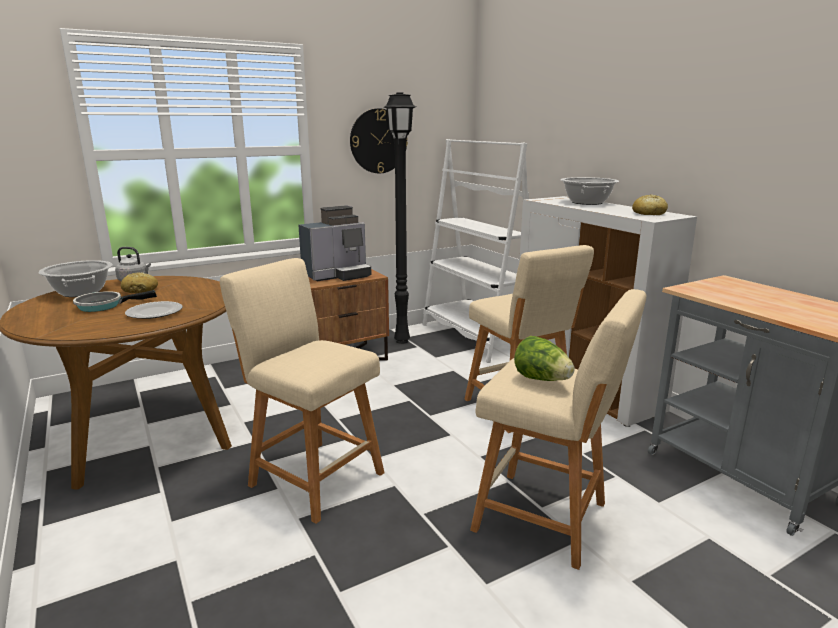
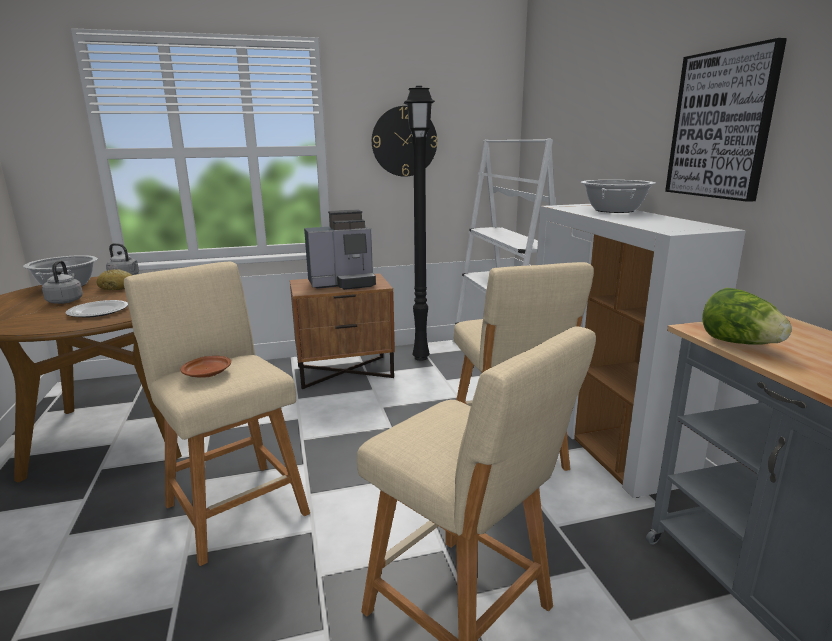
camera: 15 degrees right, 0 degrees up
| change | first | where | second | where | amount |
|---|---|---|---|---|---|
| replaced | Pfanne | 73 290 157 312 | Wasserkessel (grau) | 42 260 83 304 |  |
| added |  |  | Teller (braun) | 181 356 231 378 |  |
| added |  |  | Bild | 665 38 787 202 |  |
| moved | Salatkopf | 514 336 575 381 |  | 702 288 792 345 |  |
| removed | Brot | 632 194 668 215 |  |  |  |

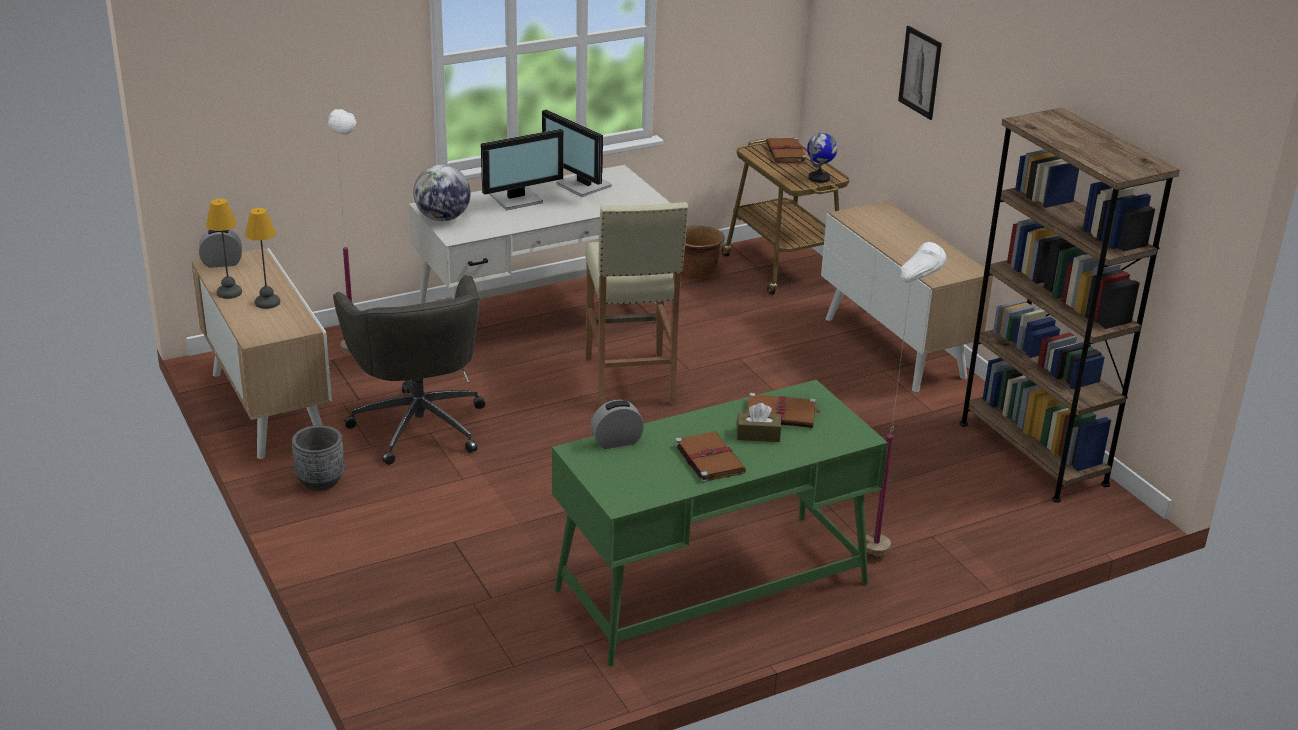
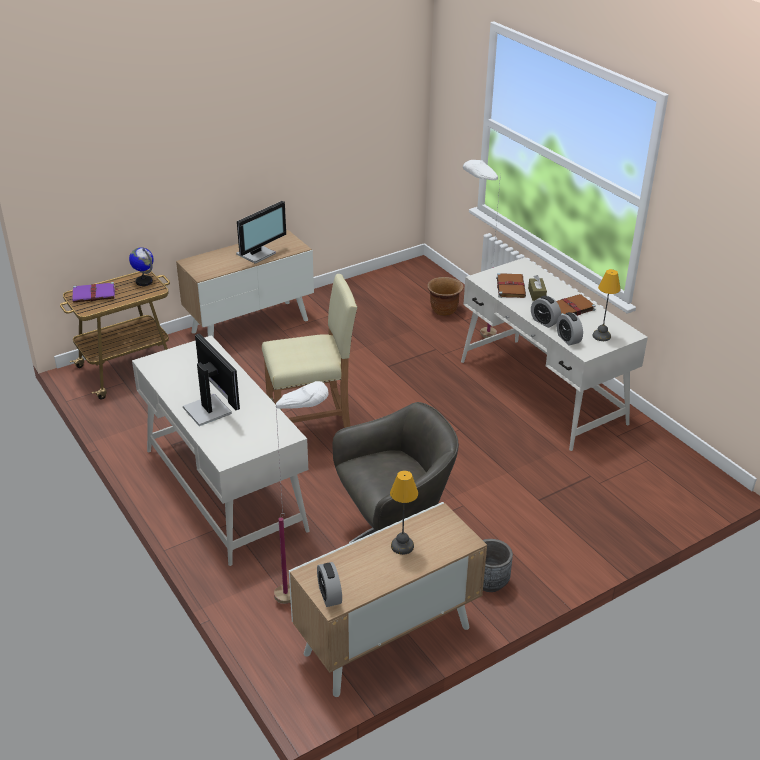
camera: 95 degrees left, 5 degrees up
| change | first | where | second | where | amount |
|---|---|---|---|---|---|
| recoloured | Buch (braun) | 766 138 807 164 | Buch (lila) | 72 282 118 303 |  |
| moved | Monitor | 542 110 612 197 |  | 236 201 286 264 |  |
| moved | Pflanzkübel (braun) | 683 225 724 279 |  | 427 277 464 316 |  |
| recoloured | Schreibtisch (grün) | 552 380 888 666 | Schreibtisch (weiß) | 461 257 648 451 |  |
| added |  |  | Wecker | 531 296 561 328 |  |
| moved | Tischlampe | 206 198 242 299 |  | 592 269 621 341 |  |
| removed | Globus | 414 165 471 221 |  |  |  |
| removed | Bild | 898 26 942 120 |  |  |  |
| removed | Bücherregal (braun) | 960 108 1180 503 |  |  |  |

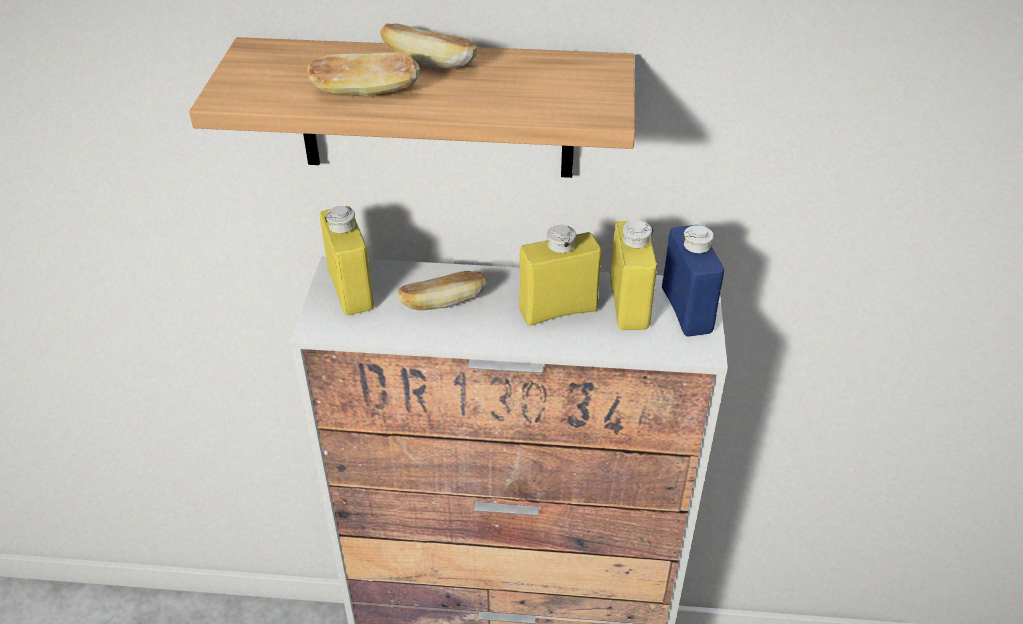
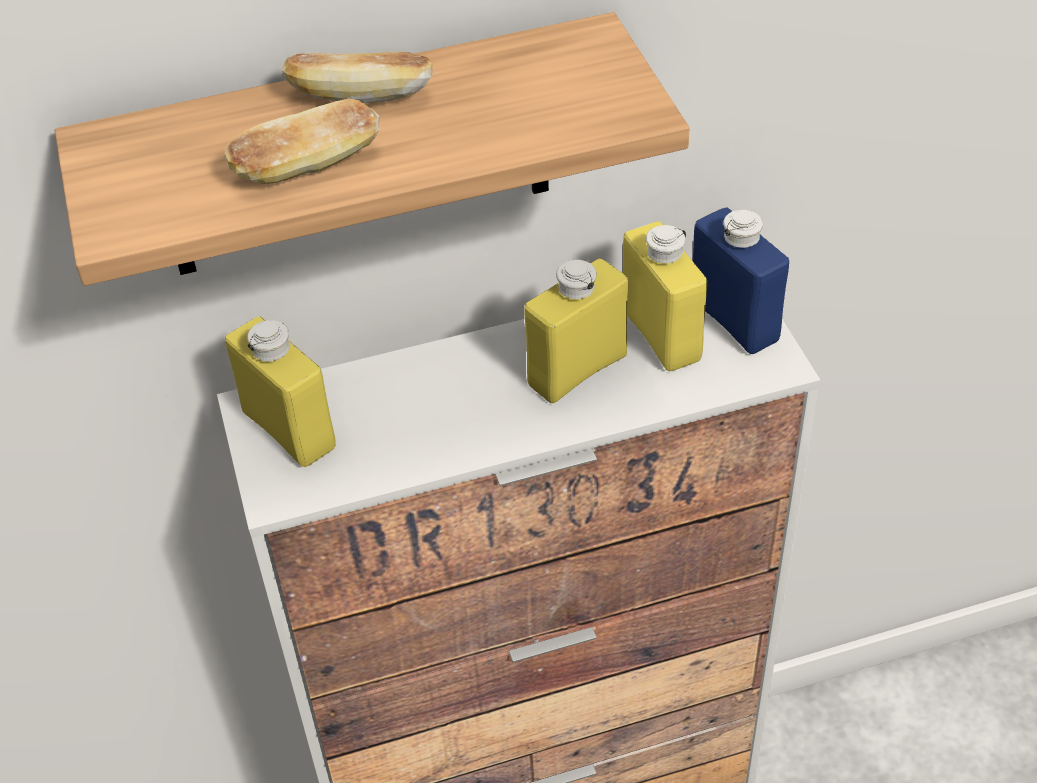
camera: 20 degrees left, 5 degrees up
| change | first | where | second | where | amount |
|---|---|---|---|---|---|
| removed | Brot | 396 271 487 310 |  |  |  |

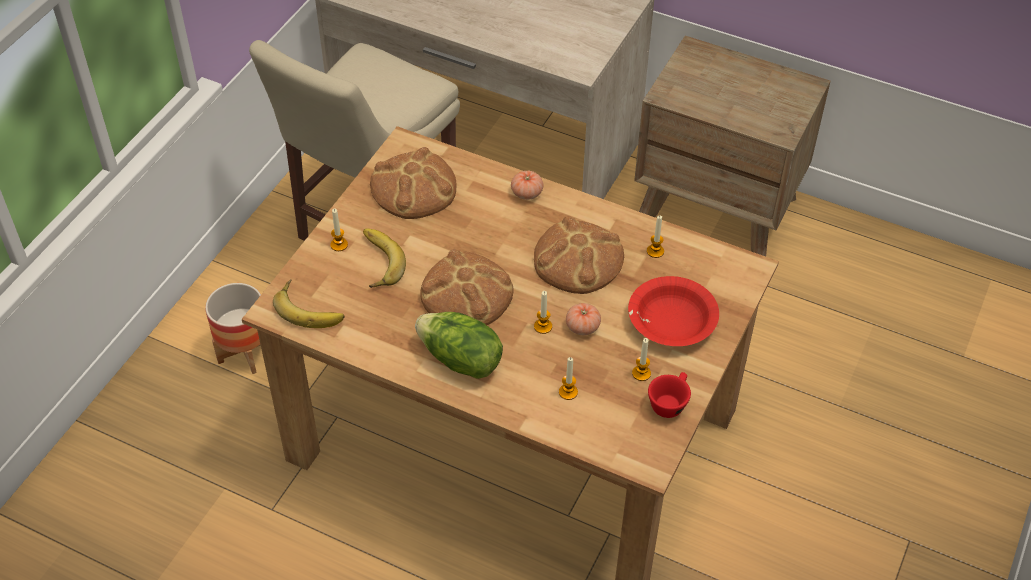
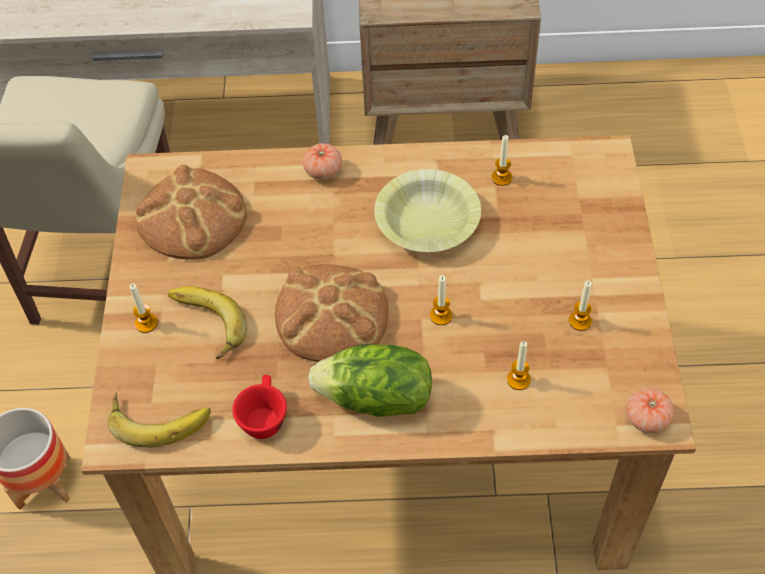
camera: 25 degrees left, 5 degrees up
| change | first | where | second | where | amount |
|---|---|---|---|---|---|
| moved | Tasse (rot) | 648 372 691 418 |  | 232 375 287 439 |  |
| replaced | Brot | 534 216 624 294 | Schüssel (gelb) | 374 169 481 252 |  |
| moved | Tomate | 566 303 601 335 |  | 626 388 675 433 |  |
| removed | Schüssel (rot) | 628 276 719 346 |  |  |  |

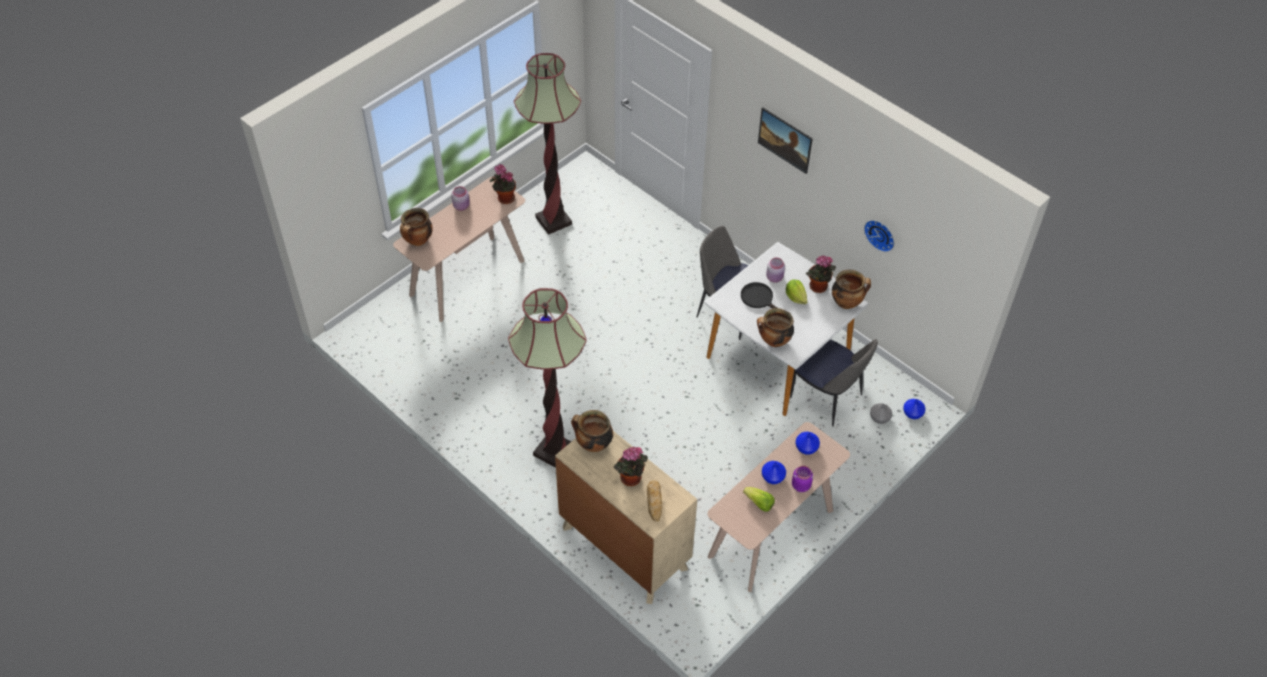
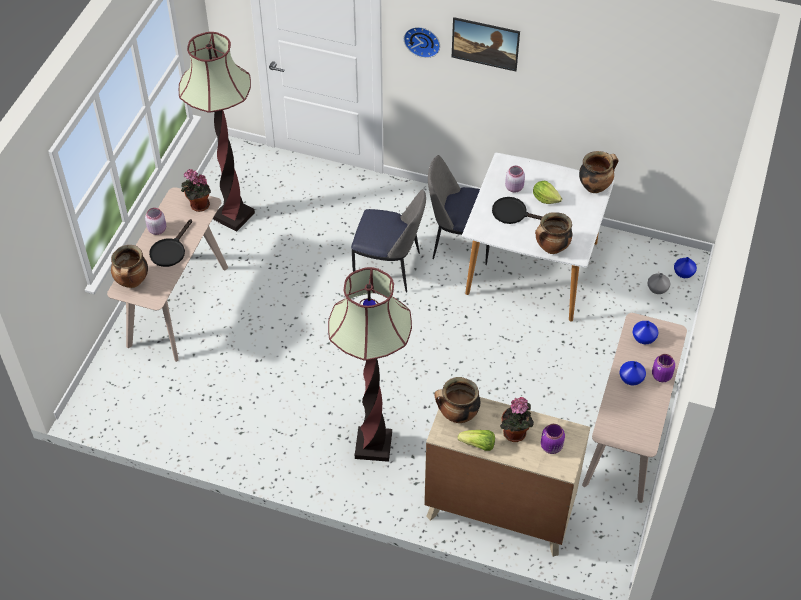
camera: 25 degrees left, 0 degrees up
| change | first | where | second | where | amount |
|---|---|---|---|---|---|
| added |  |  | Pfanne (schwarz) | 149 219 192 267 |  |
| moved | Stuhl | 790 339 878 427 |  | 351 189 426 293 |  |
| moved | Wanduhr | 864 220 894 252 |  | 404 27 440 58 |  |
| moved | Salatkopf | 743 487 775 512 |  | 458 430 495 451 |  |
| replaced | Brot | 647 481 663 522 | Vorratsglas (lila) | 541 424 565 454 |  |
| removed | Topfpflanze | 806 256 836 293 |  |  |  |

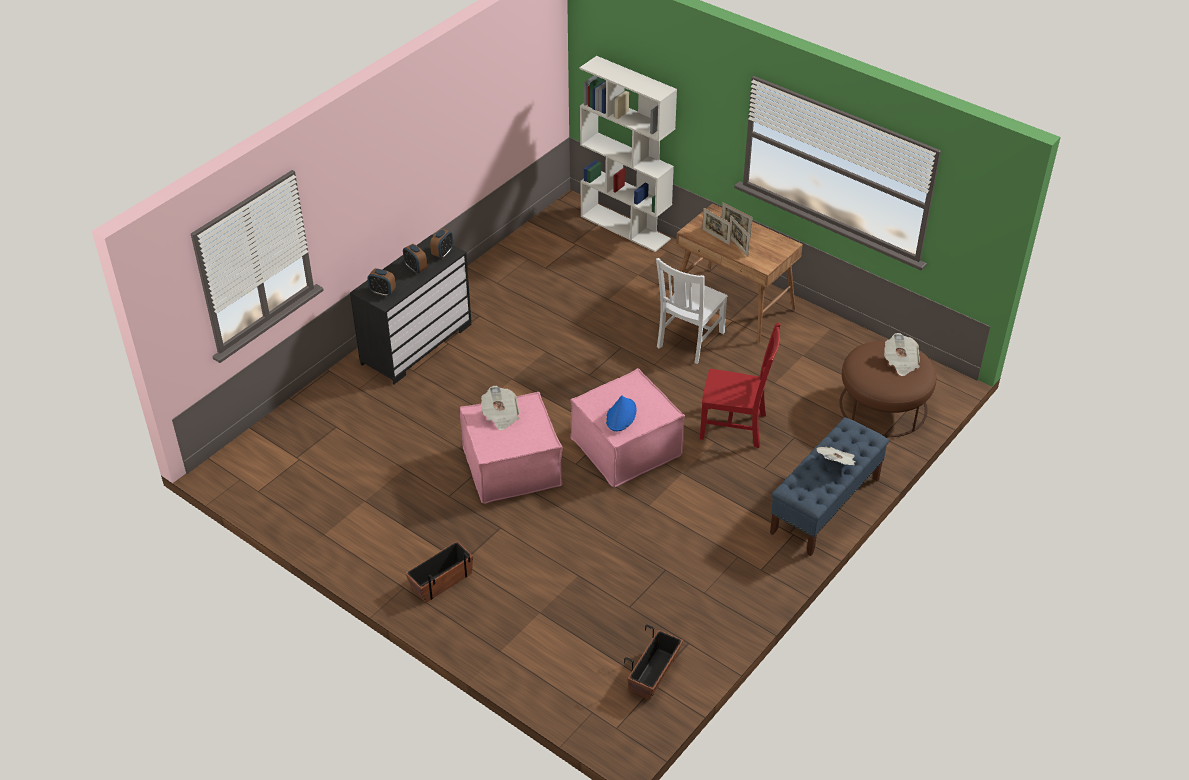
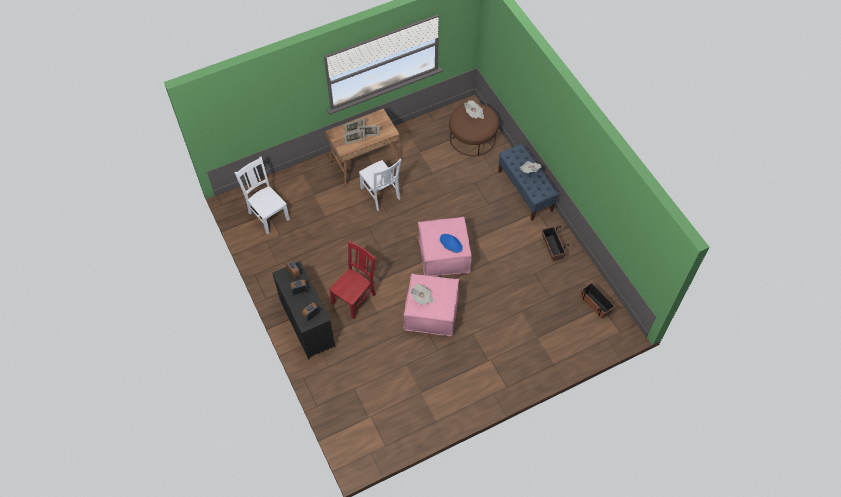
camera: 65 degrees left, 15 degrees up
| change | first | where | second | where | amount |
|---|---|---|---|---|---|
| added |  |  | Stuhl (weiß) | 235 157 290 234 |  |
| moved | Stuhl (rot) | 700 323 780 448 |  | 329 240 376 319 |  |
| moved | Pflanzkübel | 405 541 473 603 |  | 541 226 569 261 |  |
| removed | Bücherregal (weiß) | 580 56 677 252 |  |  |  |

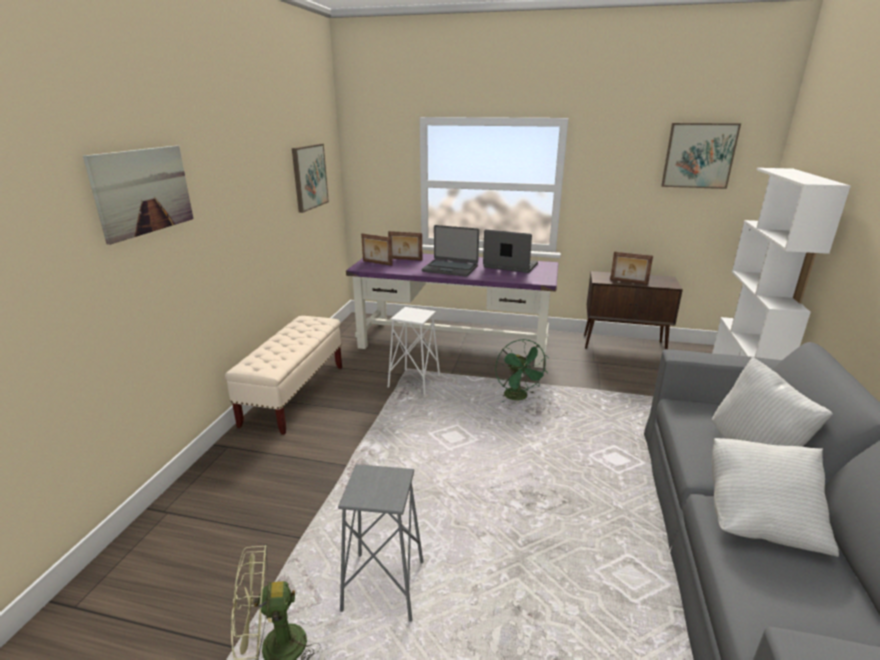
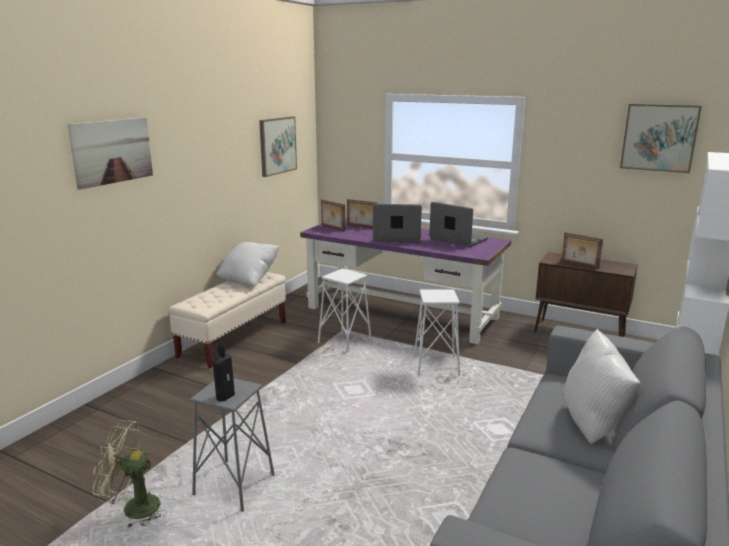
camera: 15 degrees right, 5 degrees down
| change | first | where | second | where | amount |
|---|---|---|---|---|---|
| added |  |  | Flasche (schwarz) | 213 343 235 401 |  |
| moved | Kissen (weiß) | 712 438 839 557 |  | 217 242 280 287 |  |
| turned | Laptop | 422 225 479 277 |  | 373 204 422 243 | 150 degrees clockwise |
| replaced | Ventilator (grün) | 495 339 549 403 | Hocker (weiß) | 414 289 460 376 |  |

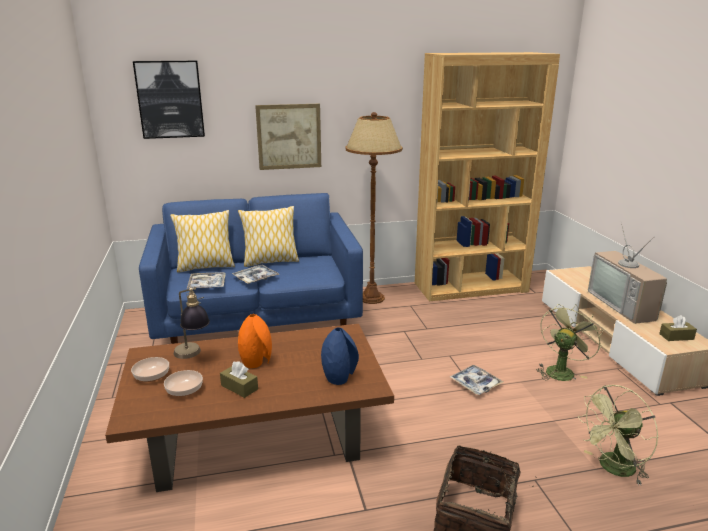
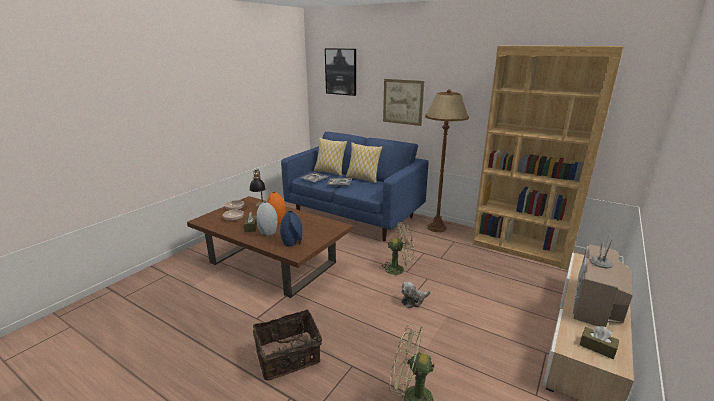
camera: 45 degrees right, 0 degrees up
| change | first | where | second | where | amount |
|---|---|---|---|---|---|
| added |  |  | Vase (grau) | 257 202 277 236 |  |
| moved | Ventilator (grün) | 536 304 603 381 |  | 381 222 415 279 |  |
| replaced | Tablett | 450 365 503 395 | Plüschtier | 401 281 430 308 |  |

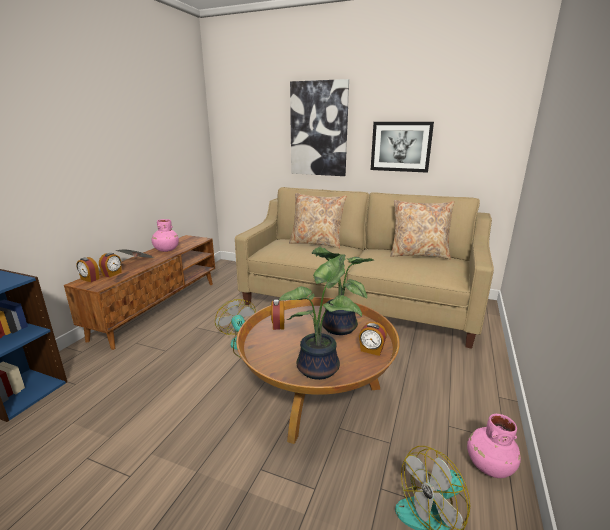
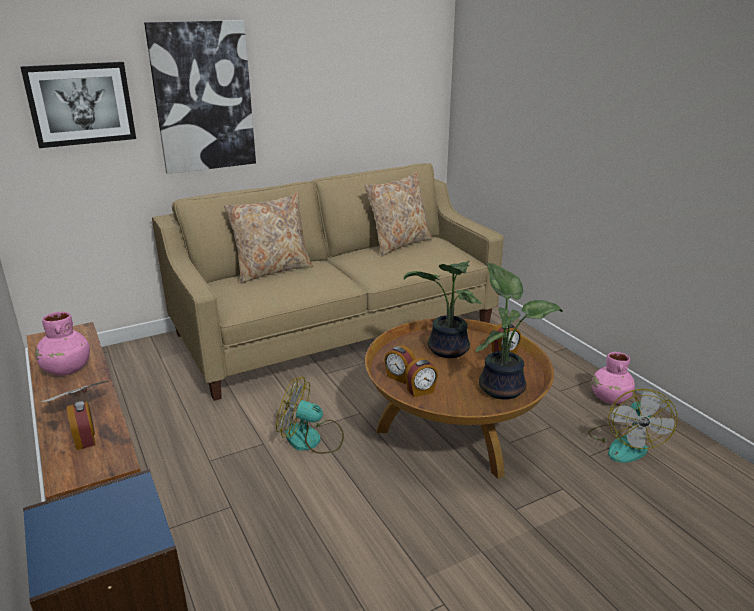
camera: 50 degrees left, 5 degrees up
| change | first | where | second | where | amount |
|---|---|---|---|---|---|
| moved | Bild | 371 122 434 173 |  | 20 62 136 148 |  |
| moved | Wecker | 76 257 99 282 |  | 405 358 438 397 |  |

